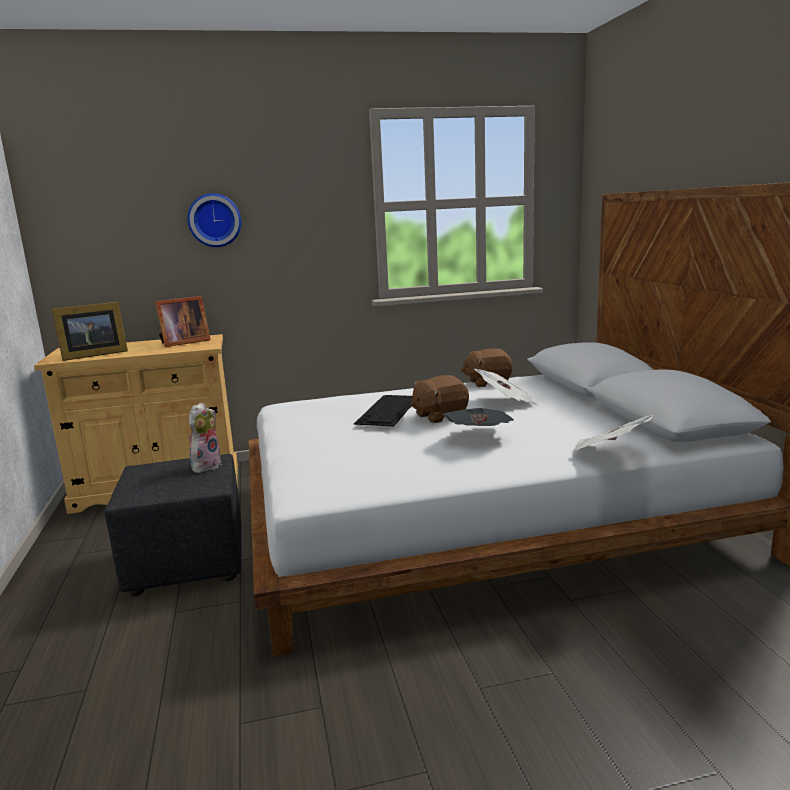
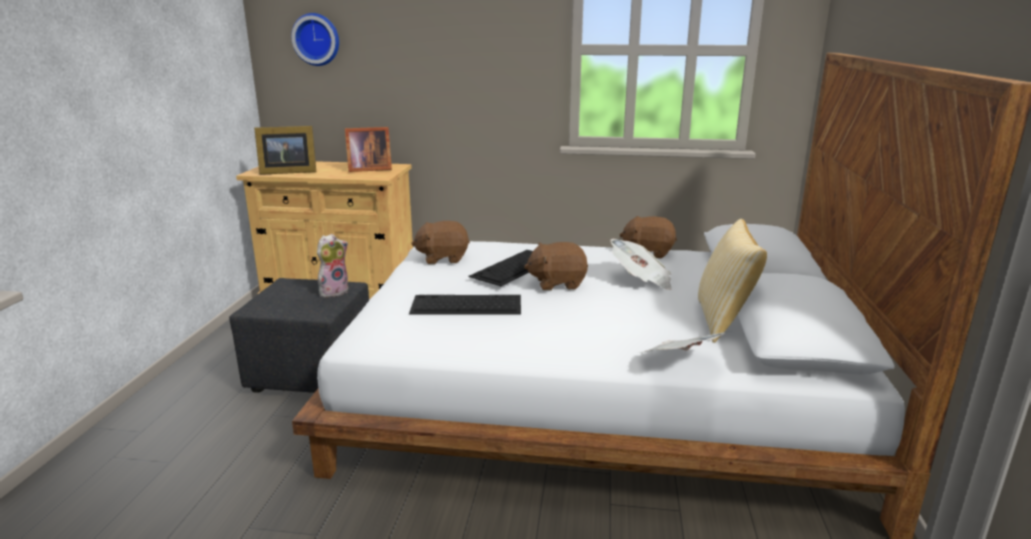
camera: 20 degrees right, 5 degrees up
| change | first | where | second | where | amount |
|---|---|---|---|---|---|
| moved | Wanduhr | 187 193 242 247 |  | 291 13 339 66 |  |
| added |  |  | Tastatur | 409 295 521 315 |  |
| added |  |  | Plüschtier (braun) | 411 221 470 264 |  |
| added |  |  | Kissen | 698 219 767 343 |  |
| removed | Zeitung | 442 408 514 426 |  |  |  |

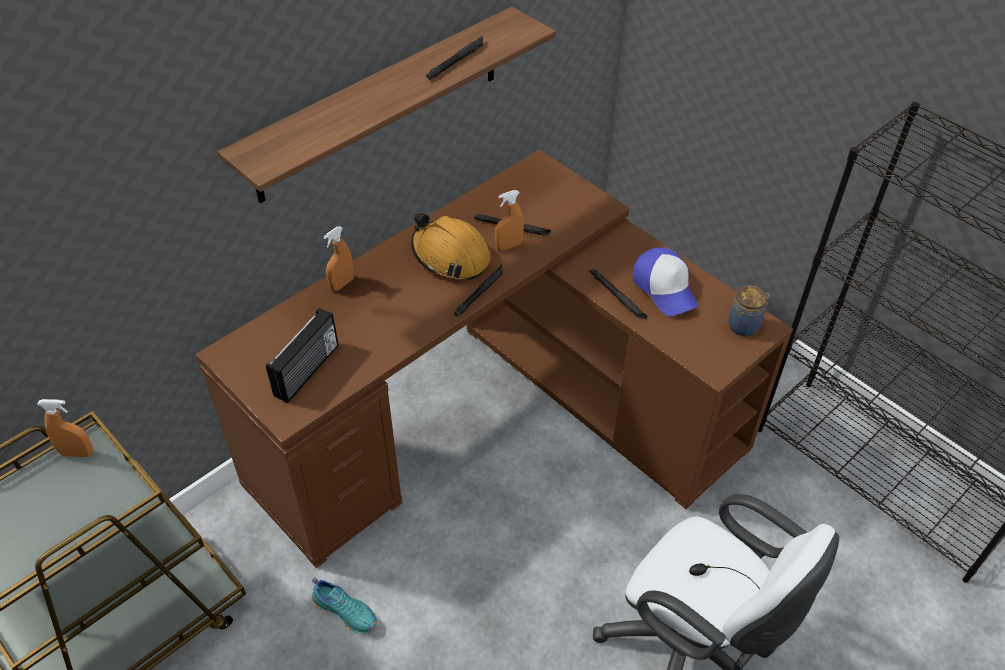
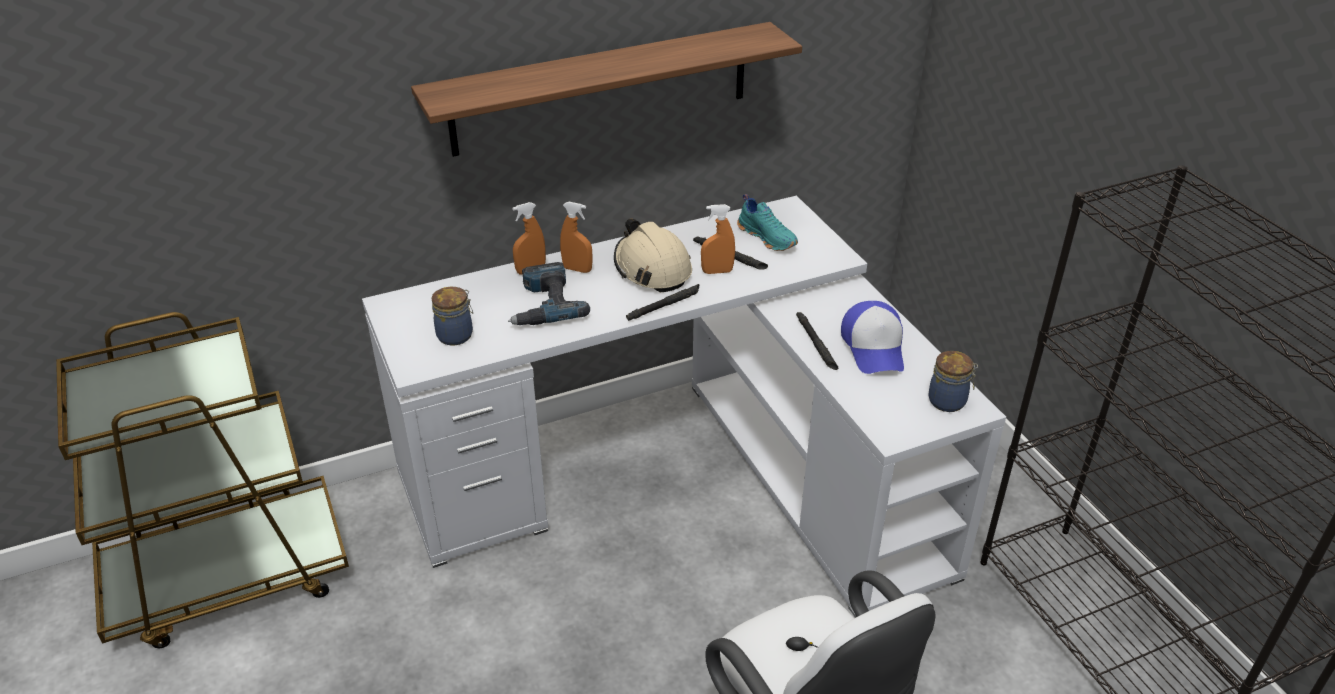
camera: 20 degrees right, 10 degrees down
| change | first | where | second | where | amount |
|---|---|---|---|---|---|
| recoloured | Schreibtisch (braun) | 196 150 793 568 | Schreibtisch (weiß) | 362 196 1006 618 |  |
| replaced | Radio | 266 308 338 403 | Vorratsglas | 431 287 473 345 |  |
| added |  |  | Bohrmaschine | 508 262 590 325 |  |
| moved | Sprühflasche (orange) | 37 399 93 457 |  | 560 201 592 273 |  |
| recoloured | Schutzhelm (orange) | 411 213 491 280 | Schutzhelm (beige) | 614 219 692 292 |  |
| moved | Schuh (türkis) | 312 577 377 634 |  | 737 194 798 251 |  |
| removed | Taschenlampe (schwarz) | 426 35 483 80 |  |  |  |

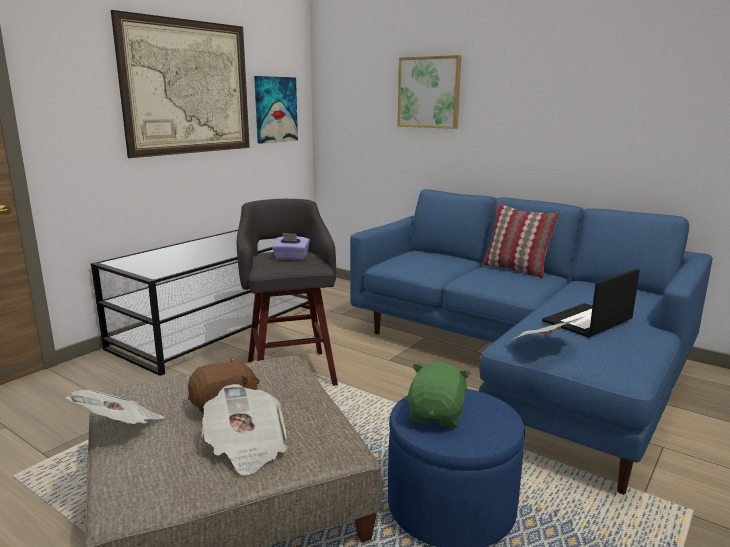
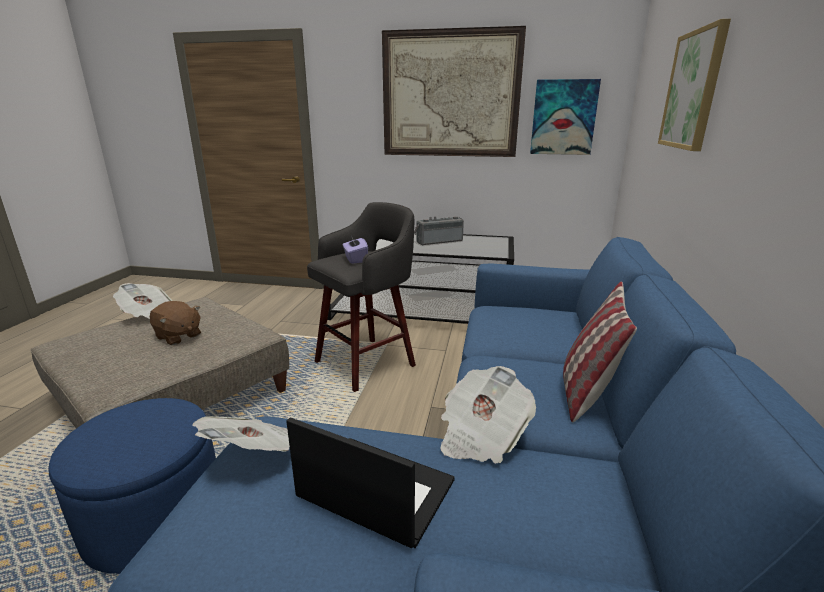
camera: 65 degrees right, 5 degrees up
| change | first | where | second | where | amount |
|---|---|---|---|---|---|
| added |  |  | Radio | 414 216 464 245 |  |
| moved | Zeitung | 201 384 287 476 |  | 440 366 536 464 |  |
| removed | Plüschtier (grün) | 408 362 471 428 |  |  |  |

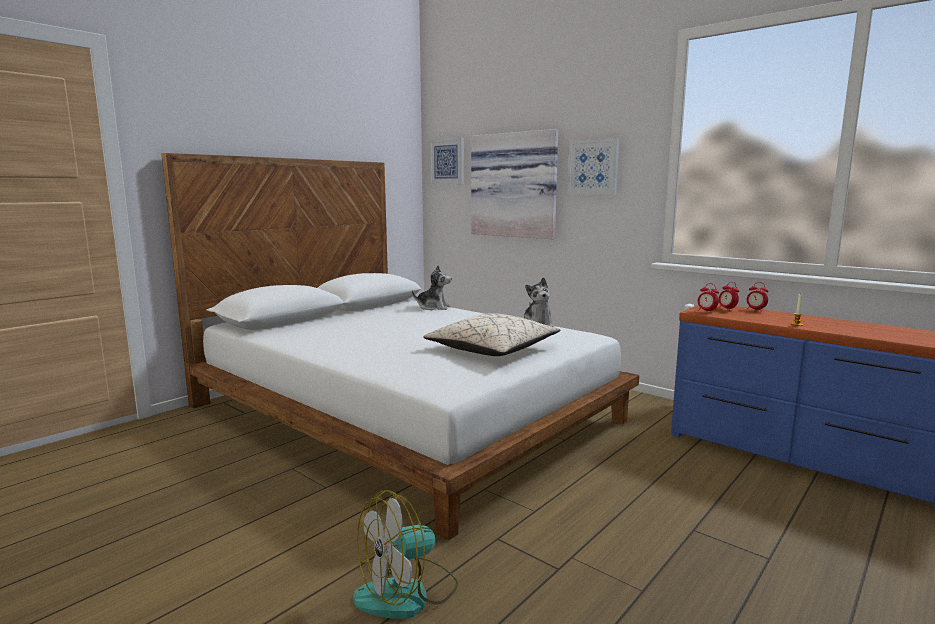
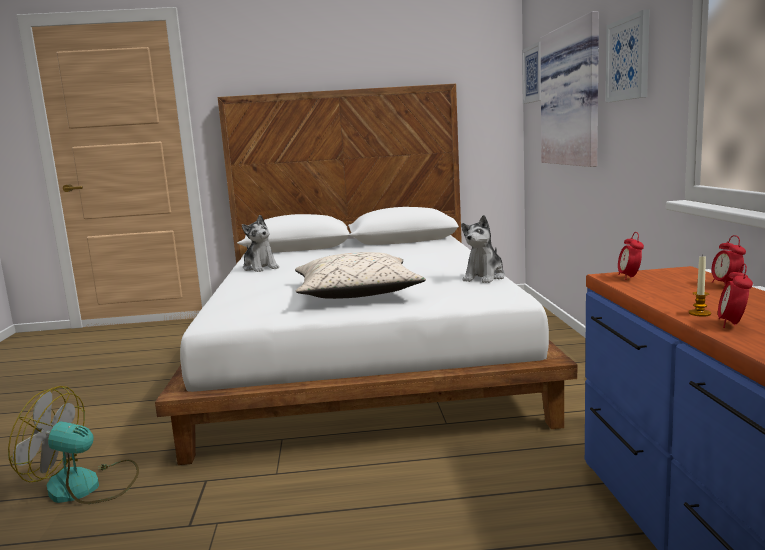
camera: 45 degrees right, 0 degrees up
| change | first | where | second | where | amount |
|---|---|---|---|---|---|
| moved | Plüschtier | 412 265 452 310 |  | 242 215 279 272 |  |
| moved | Wecker | 719 282 739 311 |  | 718 264 753 328 |  |

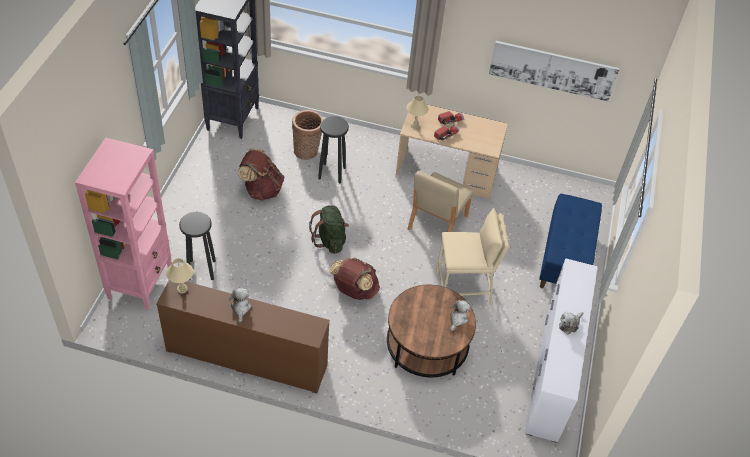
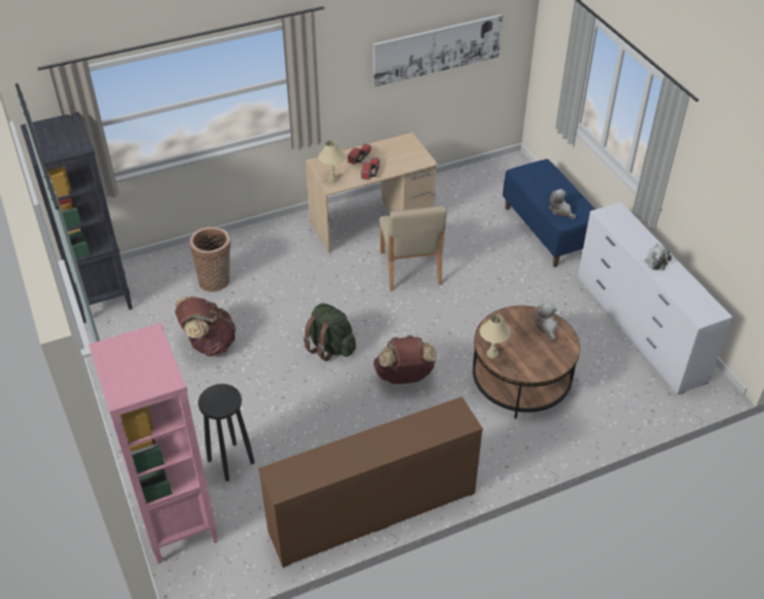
camera: 35 degrees left, 5 degrees down
| change | first | where | second | where | amount |
|---|---|---|---|---|---|
| moved | Tischlampe (beige) | 166 258 193 293 |  | 480 314 511 359 |  |
| moved | Plüschtier | 229 287 251 323 |  | 549 189 576 219 |  |
| removed | Hocker (schwarz) | 318 116 349 183 |  |  |  |
| removed | Hocker (beige) | 436 208 509 305 |  |  |  |

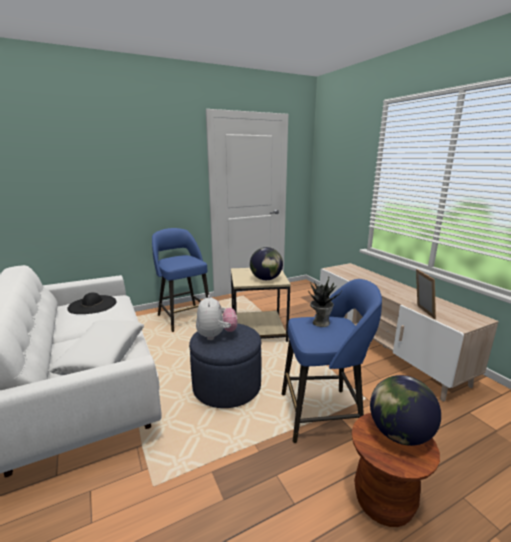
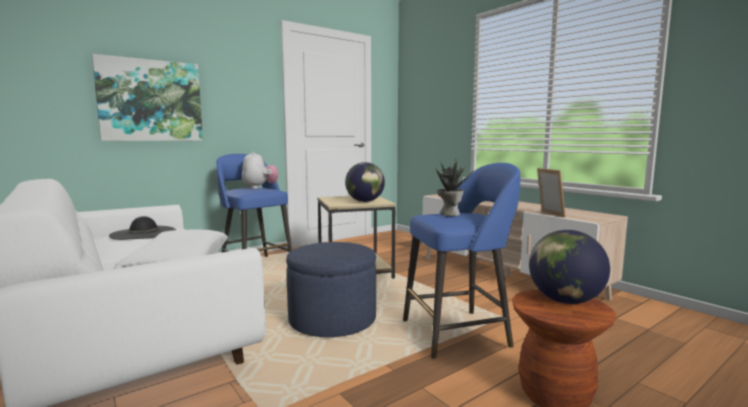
camera: 10 degrees left, 10 degrees down
| change | first | where | second | where | amount |
|---|---|---|---|---|---|
| added |  |  | Bild | 92 54 203 141 |  |
| moved | Plüschtier | 196 295 237 340 |  | 242 152 278 189 |  |

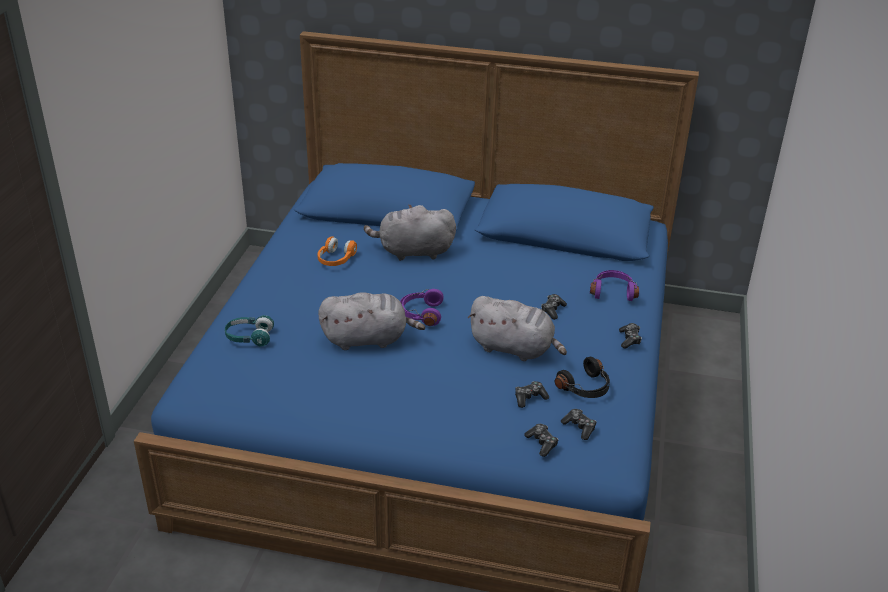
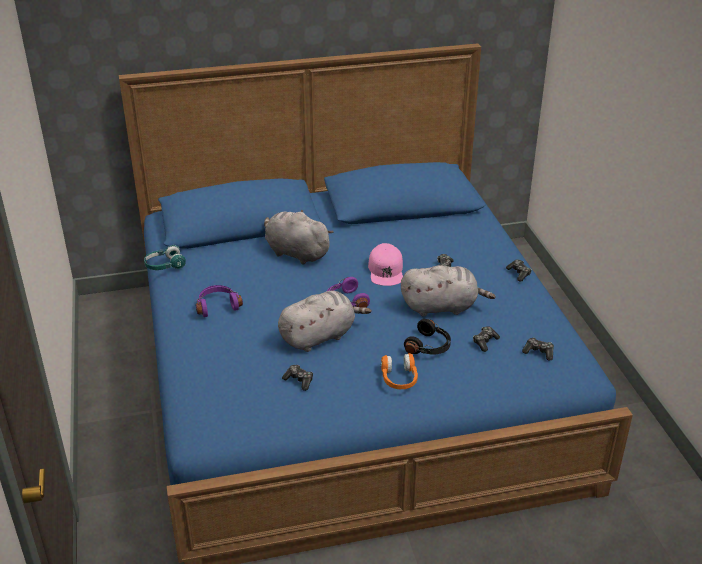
camera: 25 degrees left, 0 degrees up
| change | first | where | second | where | amount |
|---|---|---|---|---|---|
| moved | Kopfhörer (türkis) | 225 315 274 347 |  | 144 245 186 270 |  |
| moved | Kopfhörer (lila) | 590 270 639 301 |  | 196 285 243 317 |  |
| turned | Plüschtier (grau) | 364 204 456 261 |  | 264 209 333 265 | 60 degrees clockwise |
| moved | Gamepad | 524 424 558 457 |  | 282 365 313 391 |  |
| added |  |  | Kappe (rosa) | 368 243 403 286 |  |
| moved | Kopfhörer (orange) | 318 236 357 266 |  | 381 353 418 389 |  |
| moved | Kopfhörer (schwarz) | 555 357 610 398 |  | 404 319 451 355 |  |

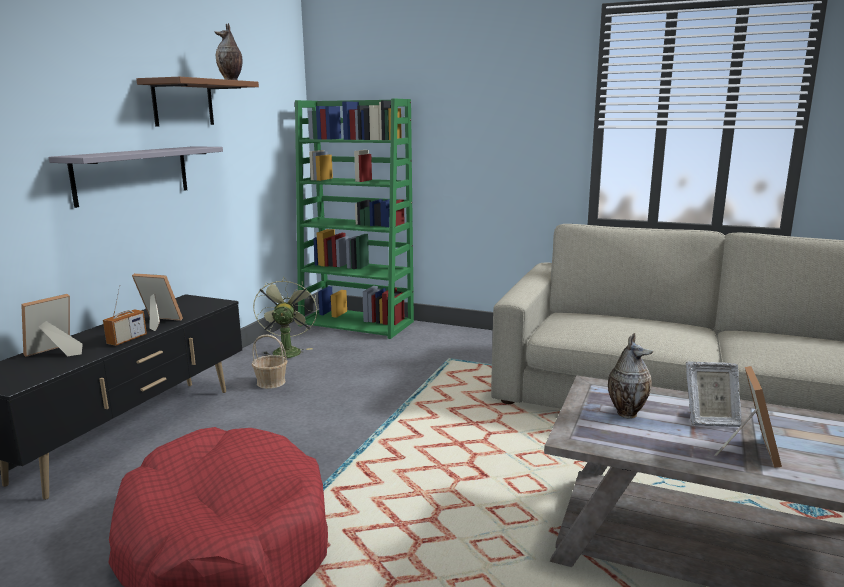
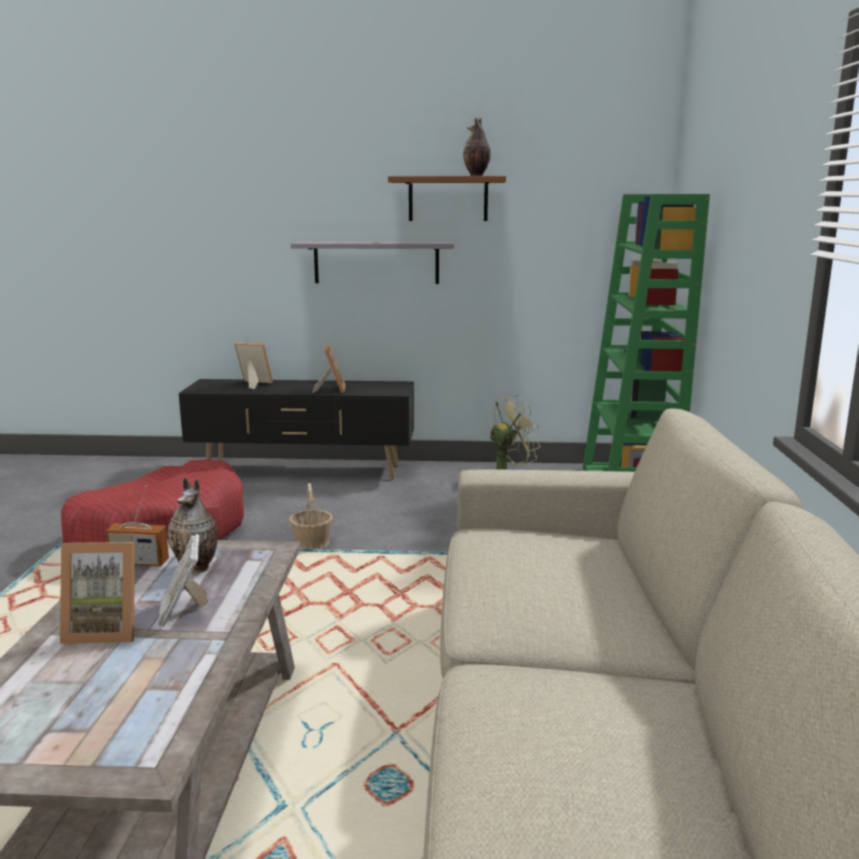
camera: 70 degrees right, 0 degrees up
| change | first | where | second | where | amount |
|---|---|---|---|---|---|
| moved | Radio | 103 285 147 346 |  | 105 485 169 567 |  |
| moved | Korb | 252 334 288 389 |  | 289 483 333 549 |  |

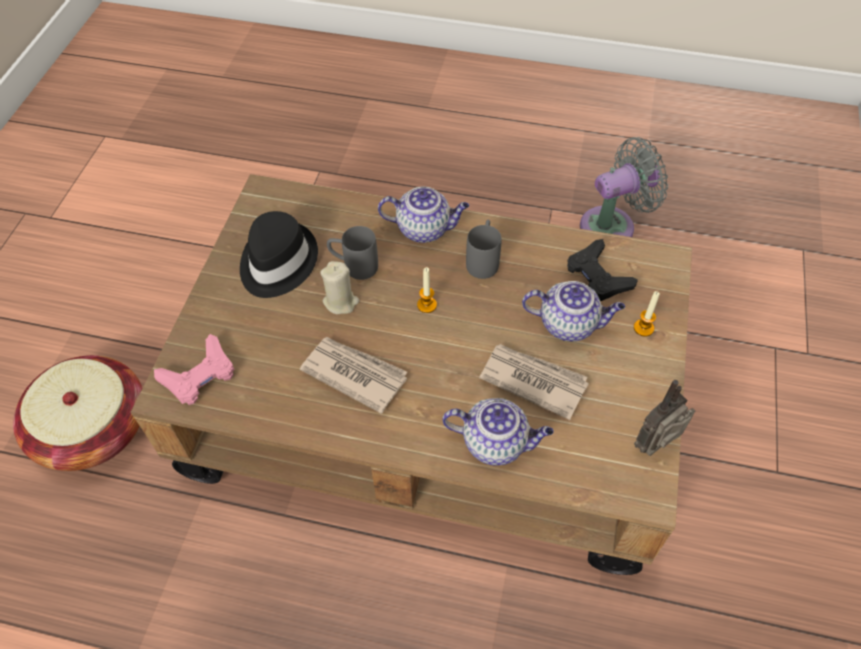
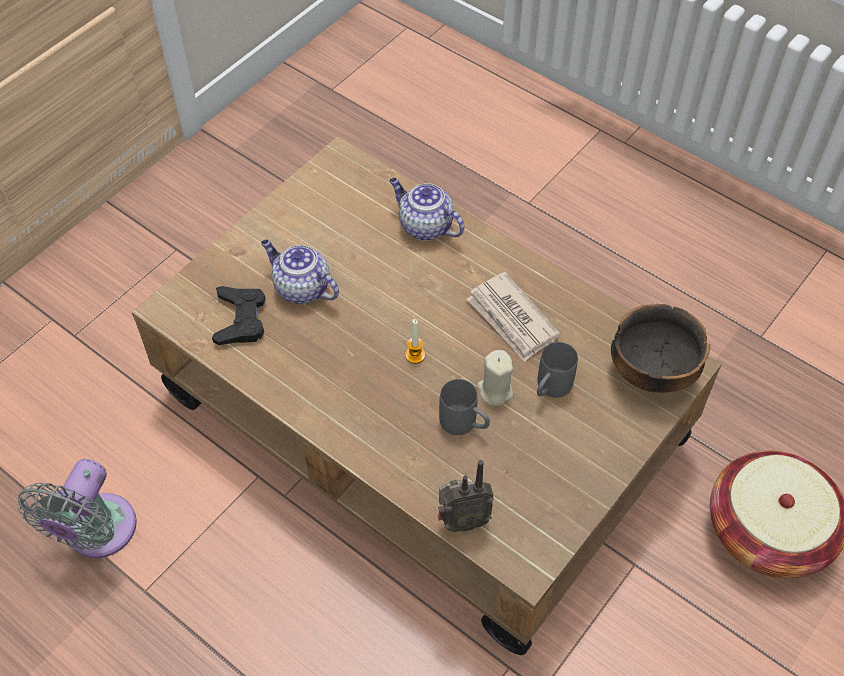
camera: 155 degrees left, 0 degrees up
| change | first | where | second | where | amount |
|---|---|---|---|---|---|
| turned | Ventilator (grau) | 580 137 668 237 |  | 17 459 137 558 | 75 degrees counterclockwise |
| moved | Radio | 634 380 695 456 |  | 438 460 494 532 |  |
| moved | Henkelbecher (grau) | 466 220 502 279 |  | 537 342 578 398 |  |
| replaced | Gamepad (rosa) | 154 334 234 405 | Schüssel | 611 304 710 393 |  |
| removed | Hut (schwarz) | 240 211 318 298 |  |  |  |
| removed | Teekanne | 378 186 469 243 |  |  |  |
| removed | Zeitung | 479 344 589 420 |  |  |  |
| removed | Kerze | 634 291 660 337 |  |  |  |

